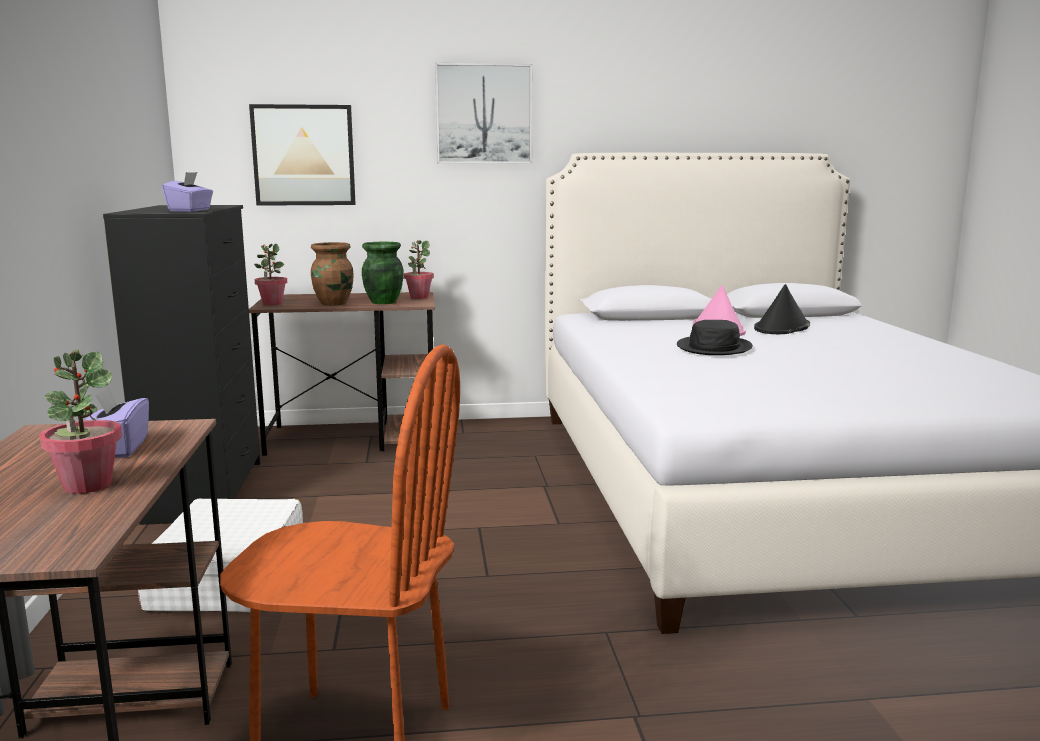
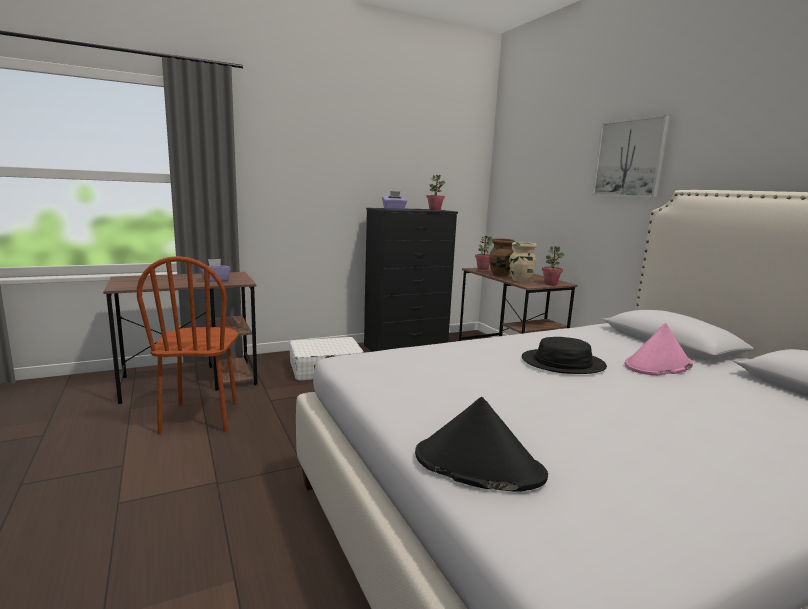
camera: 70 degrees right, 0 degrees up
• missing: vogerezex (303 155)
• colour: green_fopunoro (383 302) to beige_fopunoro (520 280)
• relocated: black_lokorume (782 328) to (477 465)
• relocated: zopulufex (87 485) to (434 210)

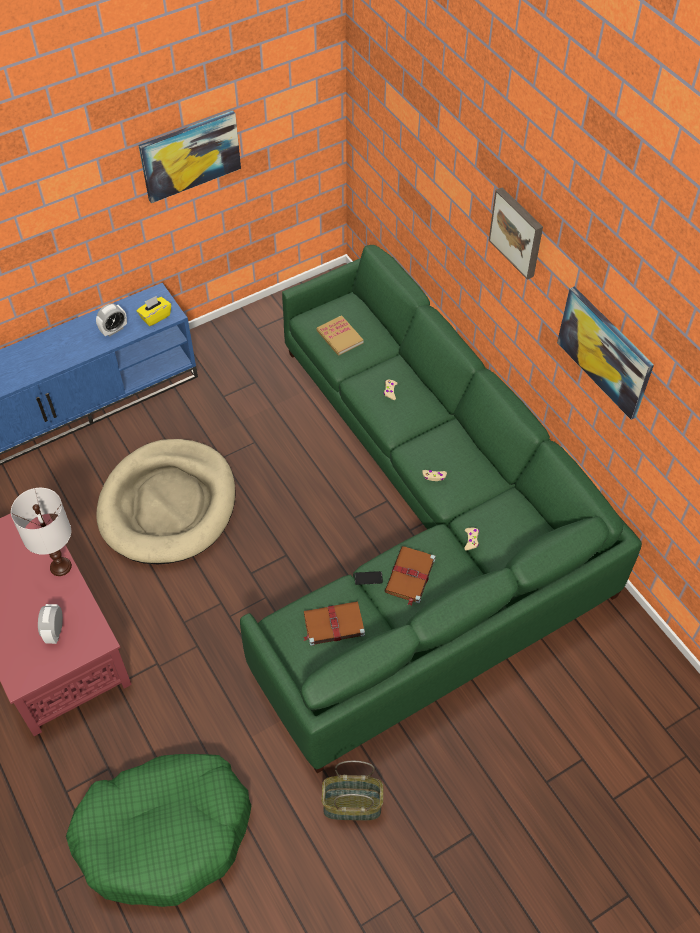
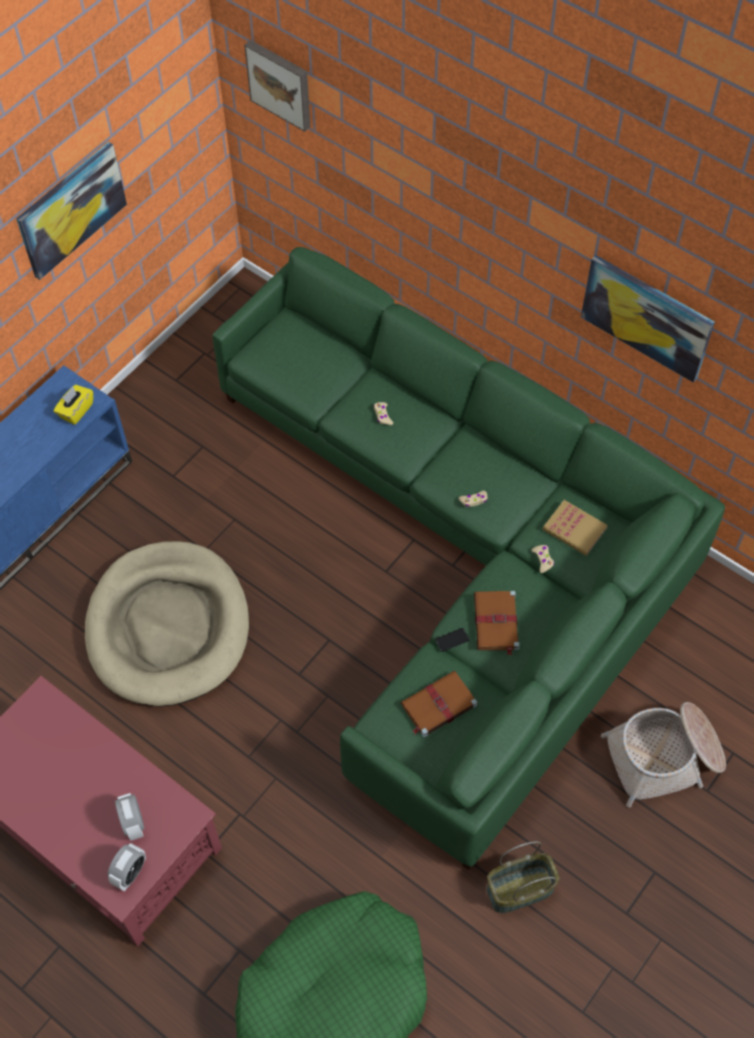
camera: 20 degrees left, 5 degrees up
• relocated: vogerezex (518 232) to (280 83)
• relocated: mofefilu (114 330) to (130 873)
• relocated: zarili (339 337) to (574 529)
• missing: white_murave (61 566)
• appeared: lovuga (665 758)

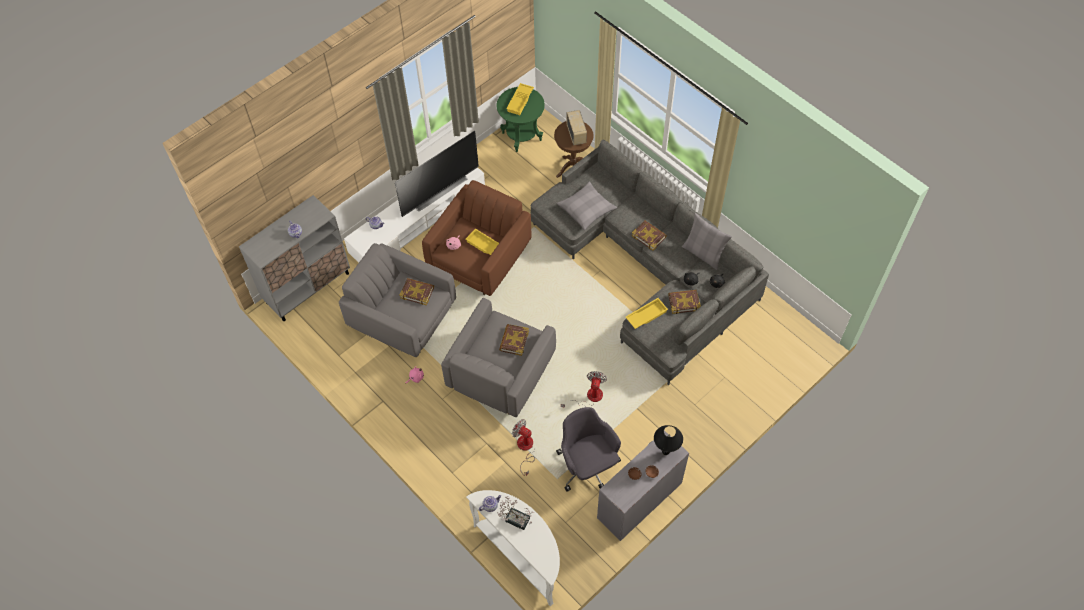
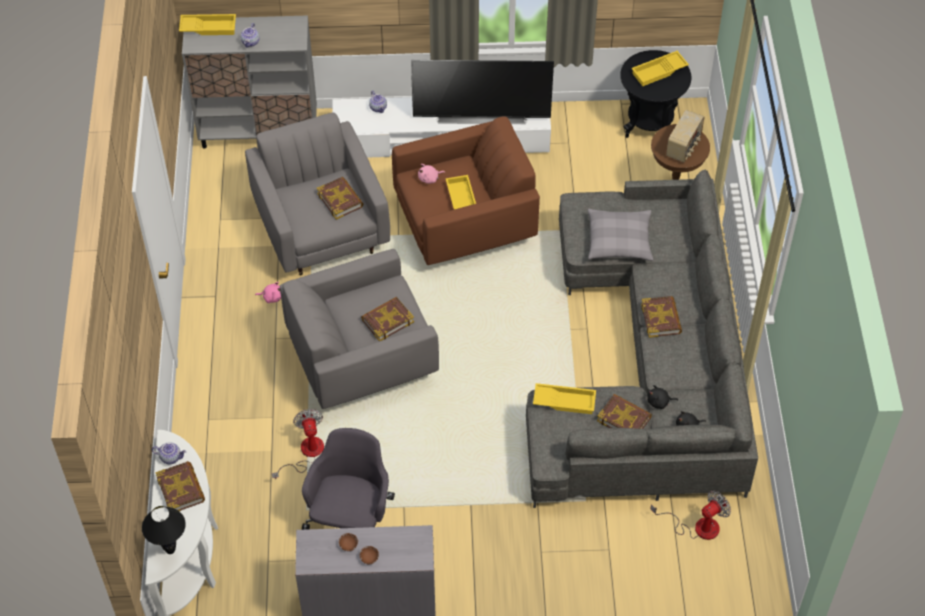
camera: 40 degrees right, 5 degrees down
• colour: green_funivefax (522 137) to black_funivefax (649 125)
• missing: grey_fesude (703 254)
• relocated: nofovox (589 397) to (697 526)
• relocated: black_murave (665 452) to (171 550)
• exchanged: zopulufex (515 518) to zarili (181 489)
• appeared: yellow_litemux (209 27)

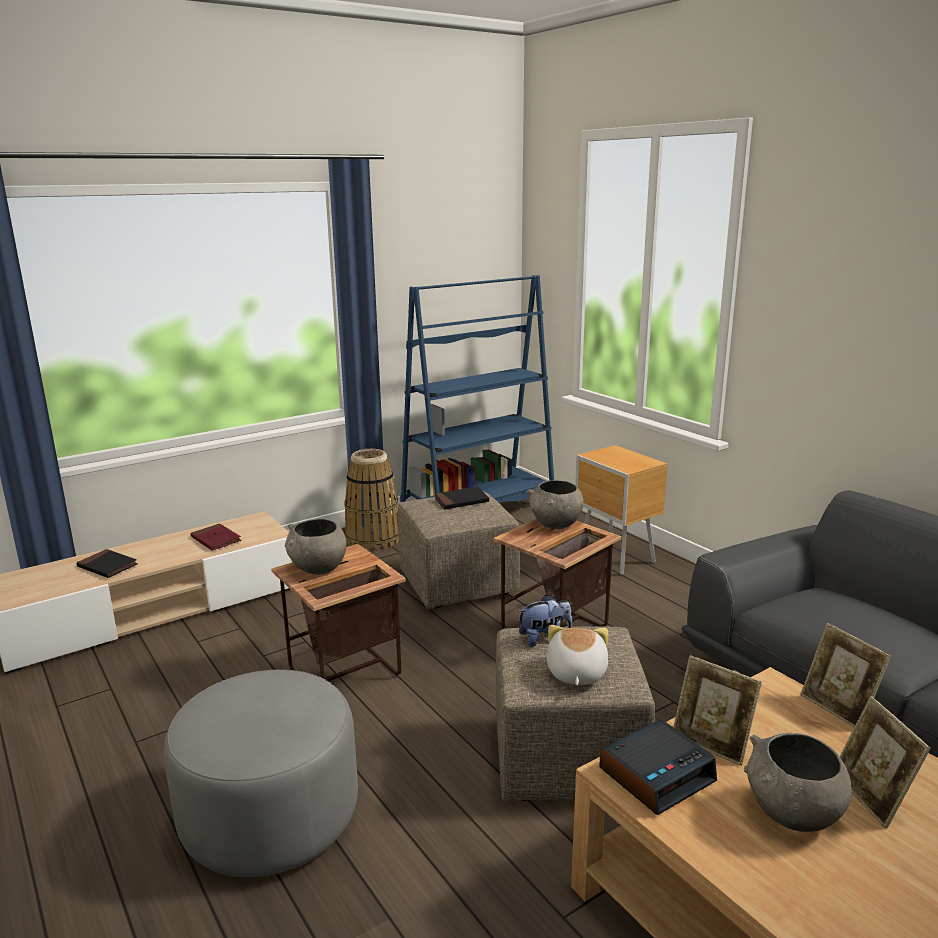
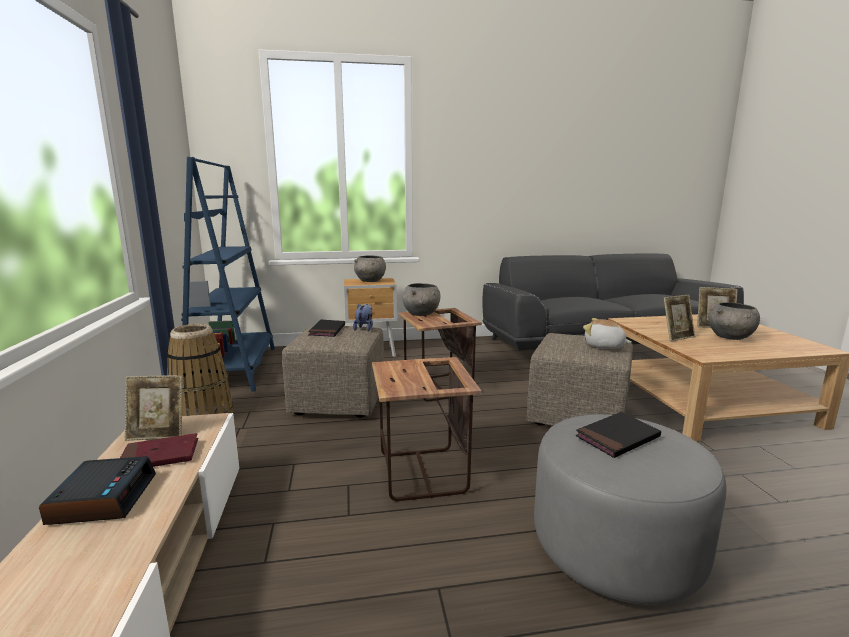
camera: 65 degrees left, 5 degrees down
• relocated: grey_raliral (318 569) to (370 281)
• relocated: black_zarili (107 566) to (617 438)
• relocated: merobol (544 638) to (364 328)
• relocated: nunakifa (838 709) to (158 434)
• relocated: mofefilu (656 774) to (103 498)

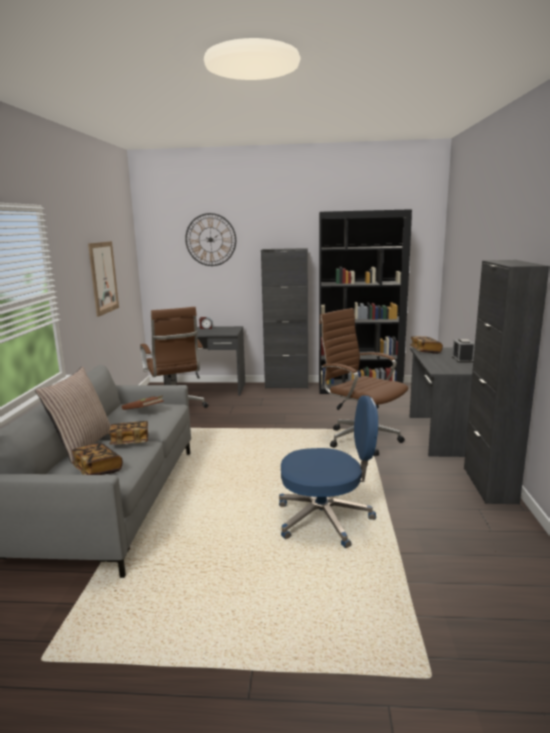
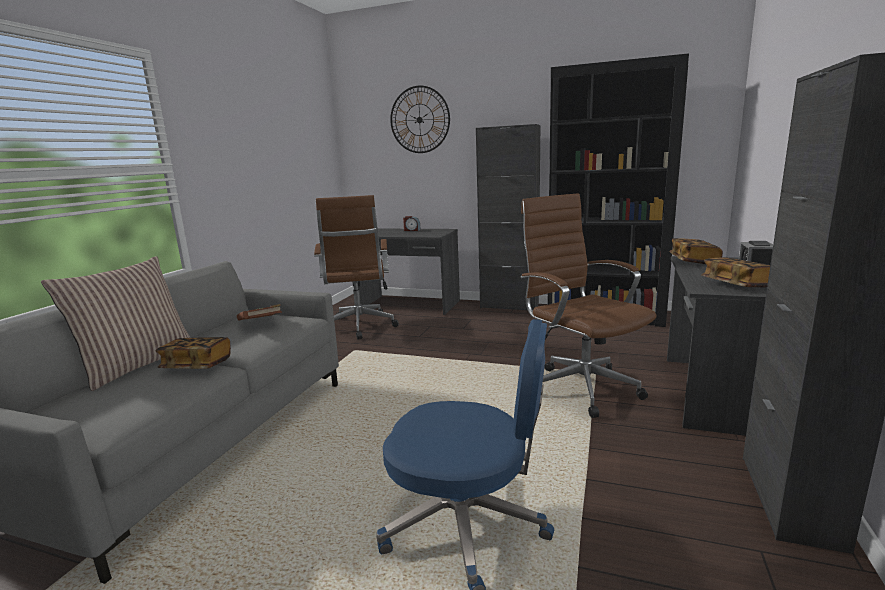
camera: 15 degrees right, 0 degrees up
• missing: vogerezex (103 277)
• relocated: zarili (97 469) to (735 285)

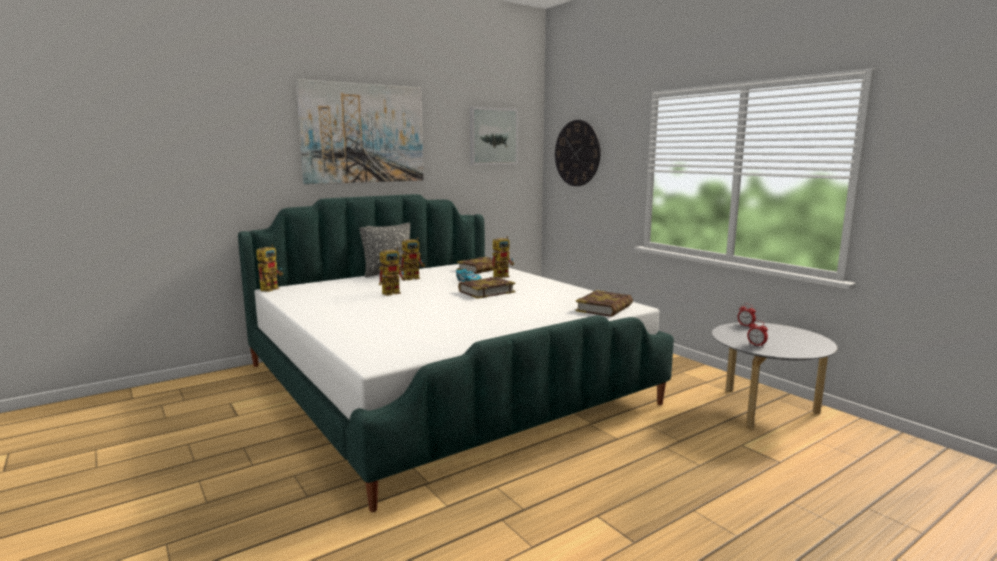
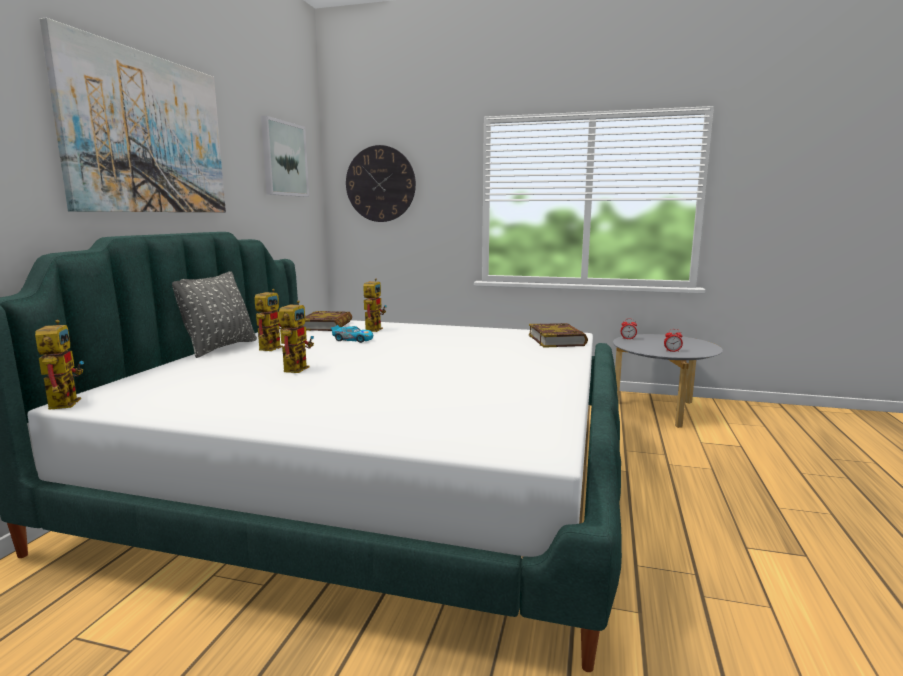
camera: 40 degrees left, 0 degrees up
• missing: zarili (486 291)

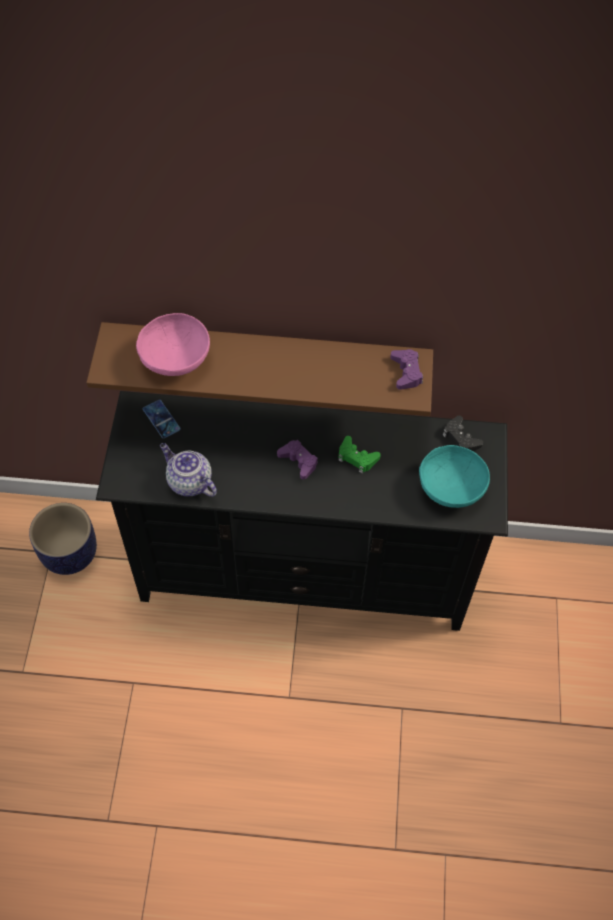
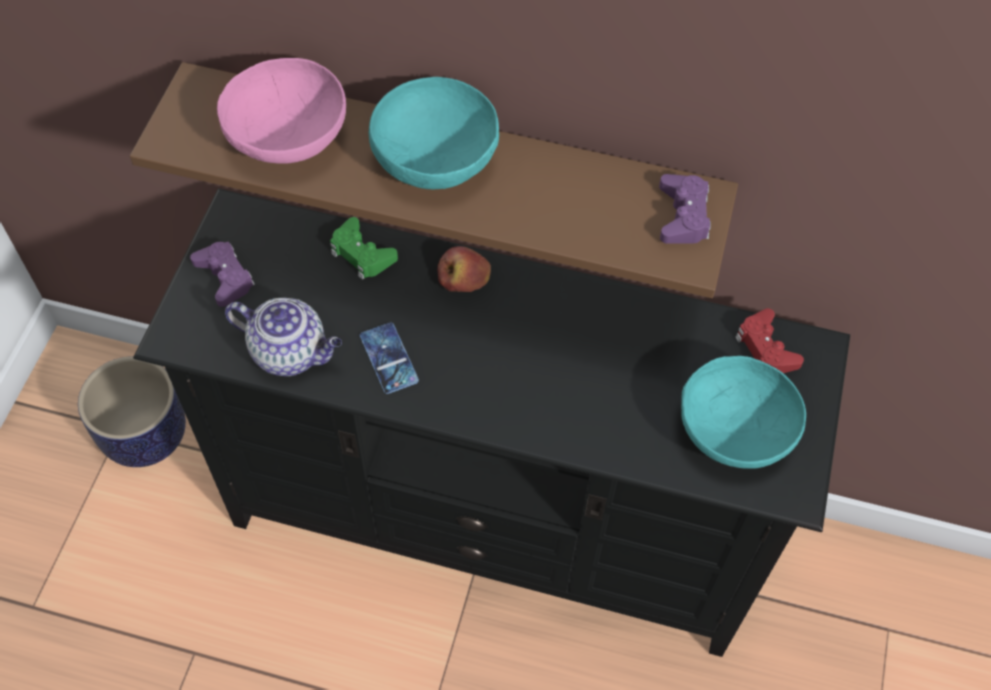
camera: 10 degrees right, 0 degrees up
• relocated: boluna (161 419) to (389 358)
• colour: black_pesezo (460 439) to red_pesezo (765 348)
• relocated: green_pesezo (357 457) to (362 254)
• relocated: purple_pesezo (298 461) to (225 277)
• spun: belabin (188 482) = (291 352) 150 degrees clockwise
• appeared: turquoise_raliral (436 159)
• appeared: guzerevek (463 278)

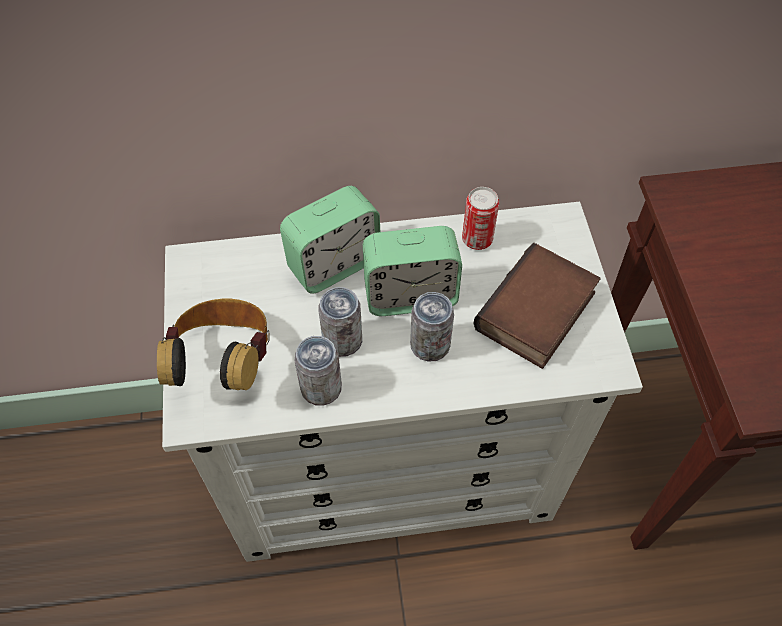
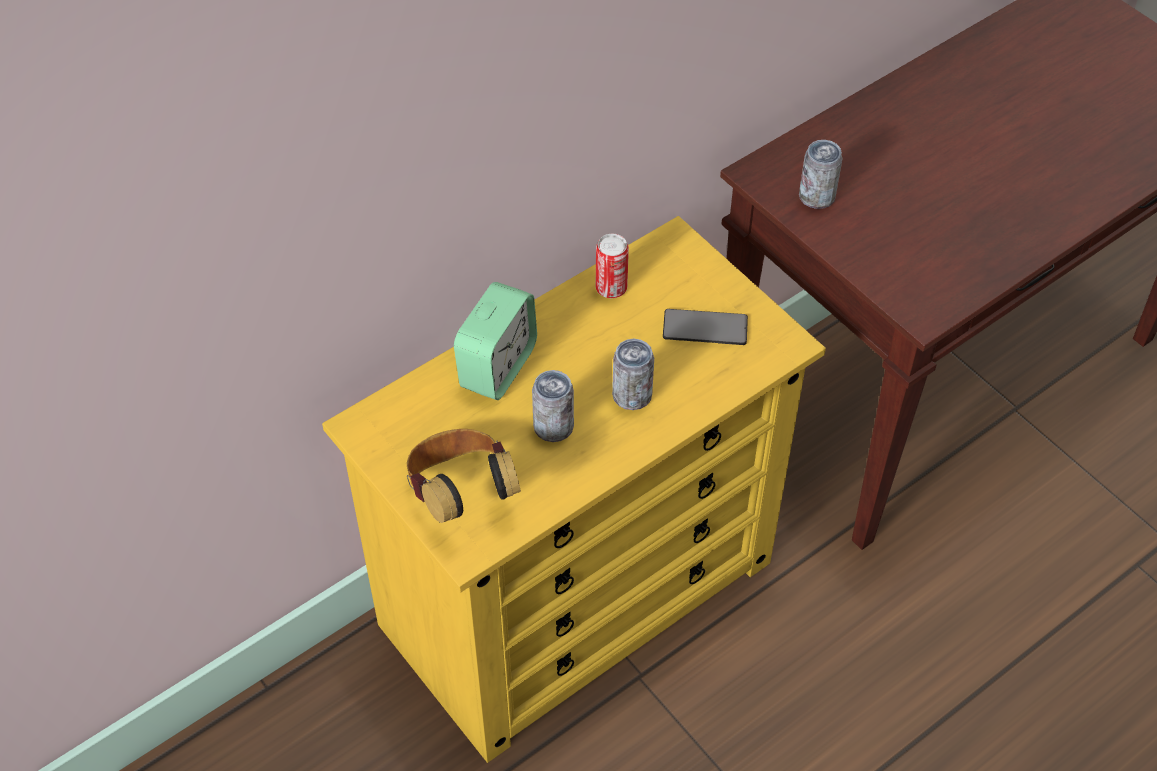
camera: 30 degrees left, 5 degrees down
• colour: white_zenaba (392 465) to yellow_zenaba (579 593)
• missing: mofefilu (410 295)
• exchanged: zarili (537 314) to boluna (705 328)
• relocated: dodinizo (321 388) to (816 197)

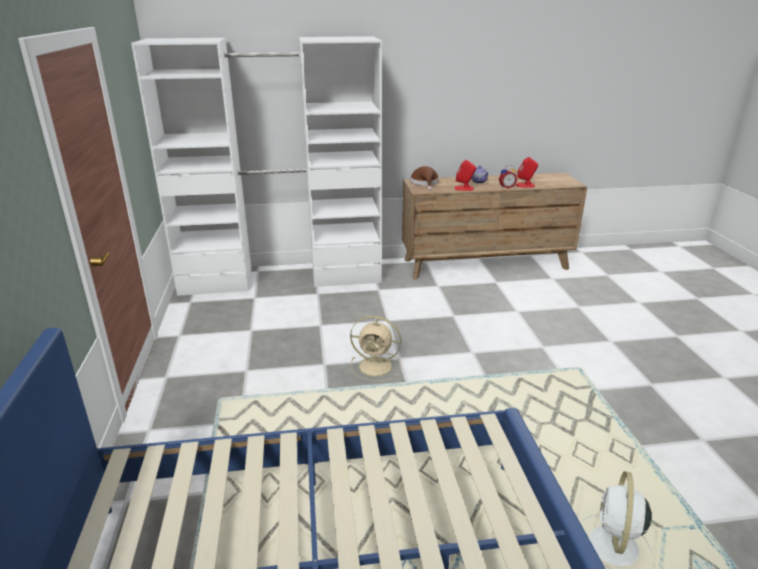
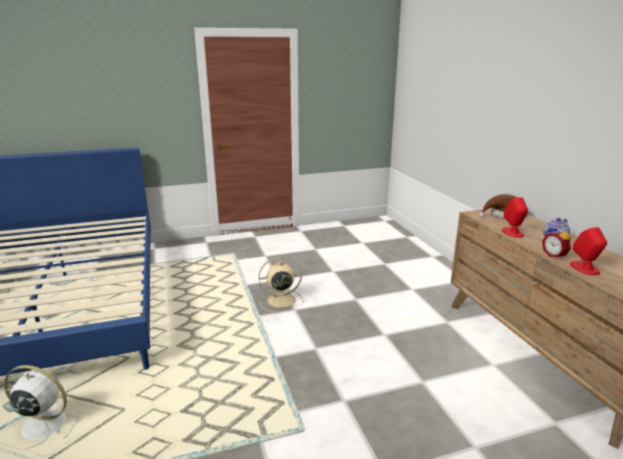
camera: 80 degrees right, 5 degrees down
• missing: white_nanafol (282 277)
• spun: beige_nofovox (377 366) = (279 300) 75 degrees clockwise

